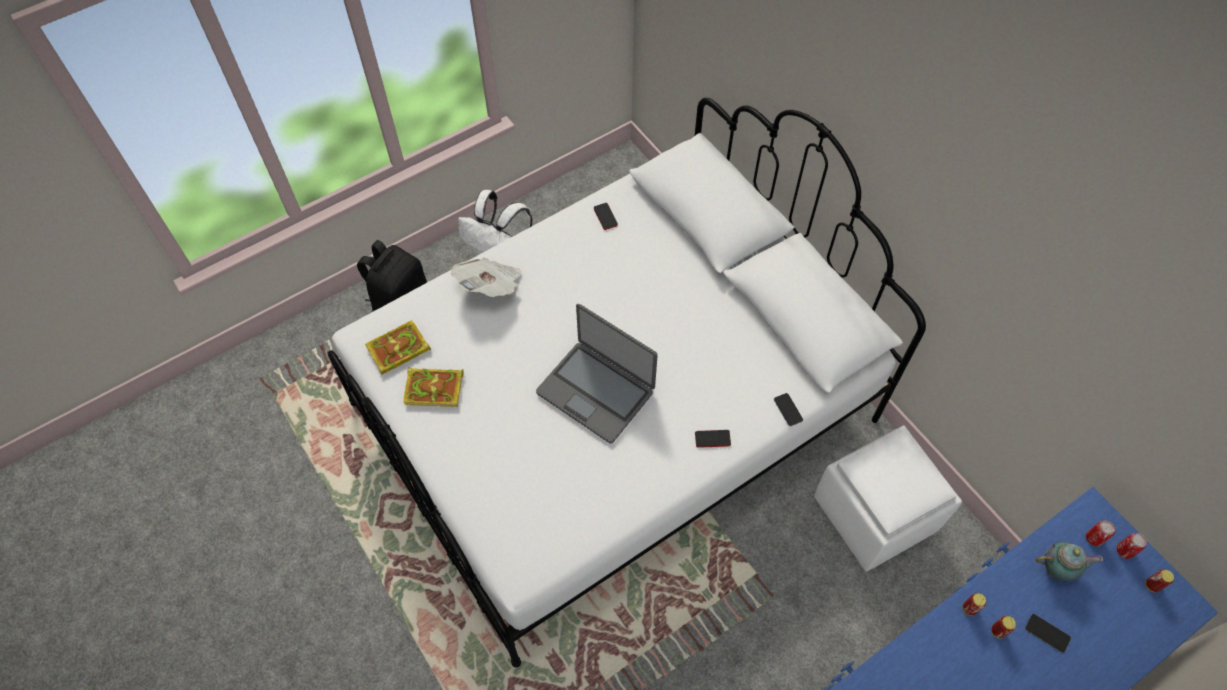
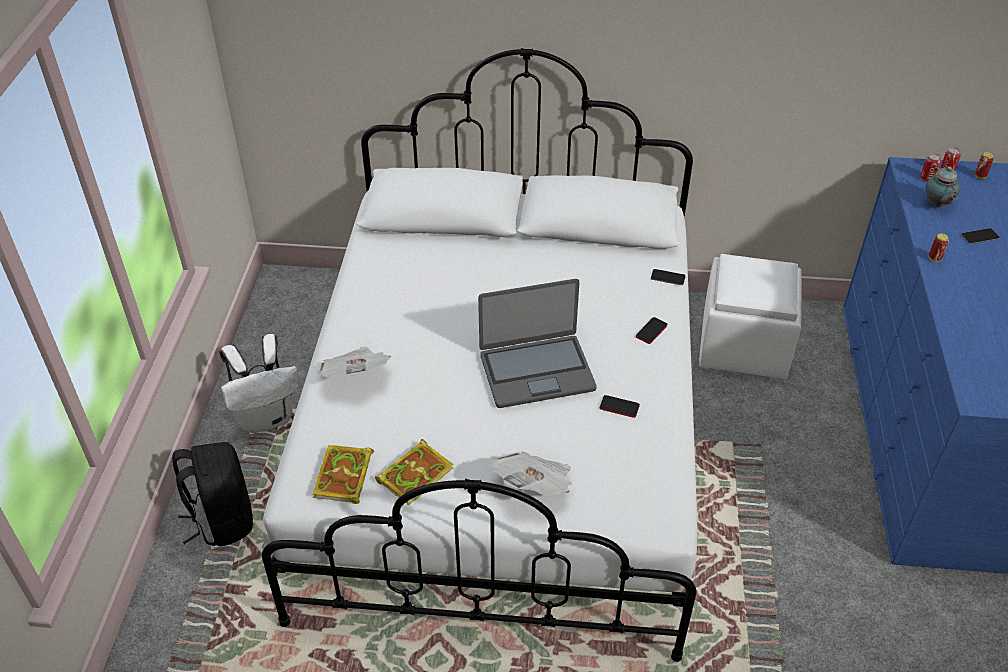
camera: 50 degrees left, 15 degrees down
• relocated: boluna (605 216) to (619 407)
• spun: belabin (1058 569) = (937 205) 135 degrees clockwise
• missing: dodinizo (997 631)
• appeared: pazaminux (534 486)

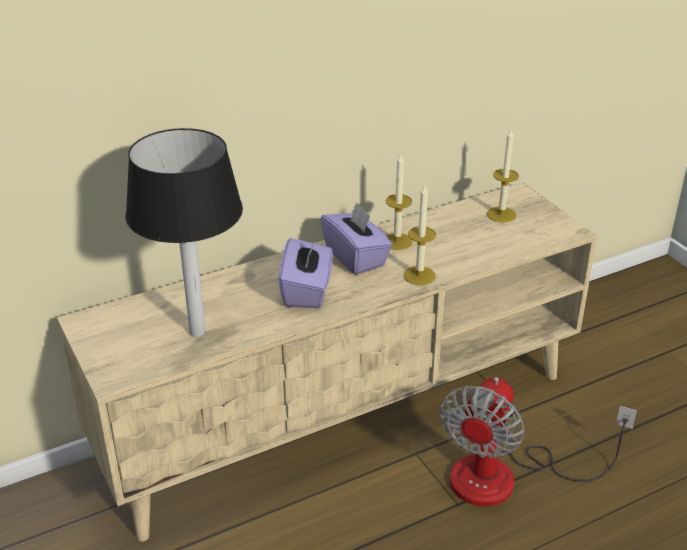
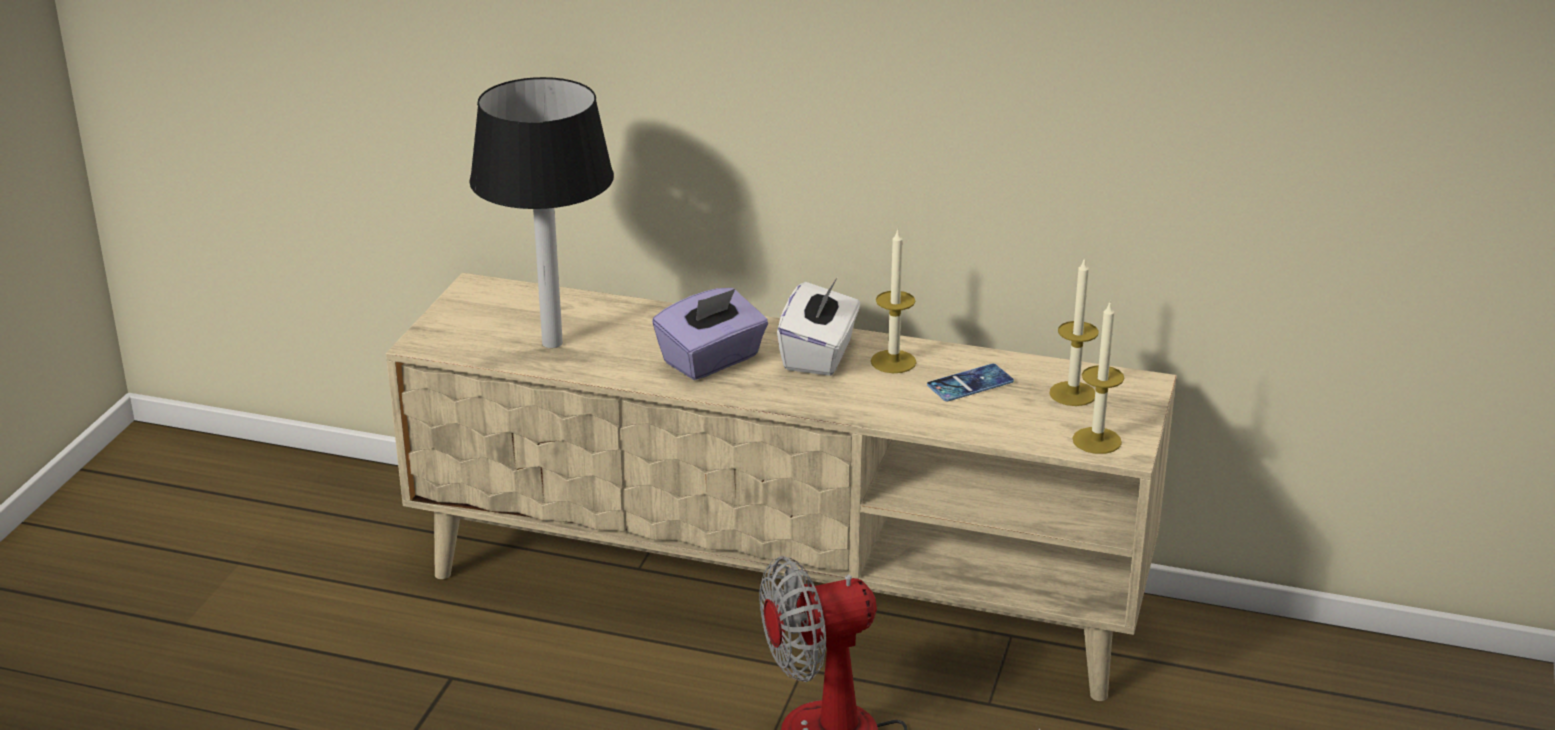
camera: 45 degrees right, 5 degrees down
• relocated: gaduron (419 275) to (1097 440)
• colour: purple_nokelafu (356 257) to white_nokelafu (819 355)
• appeared: boluna (970 383)

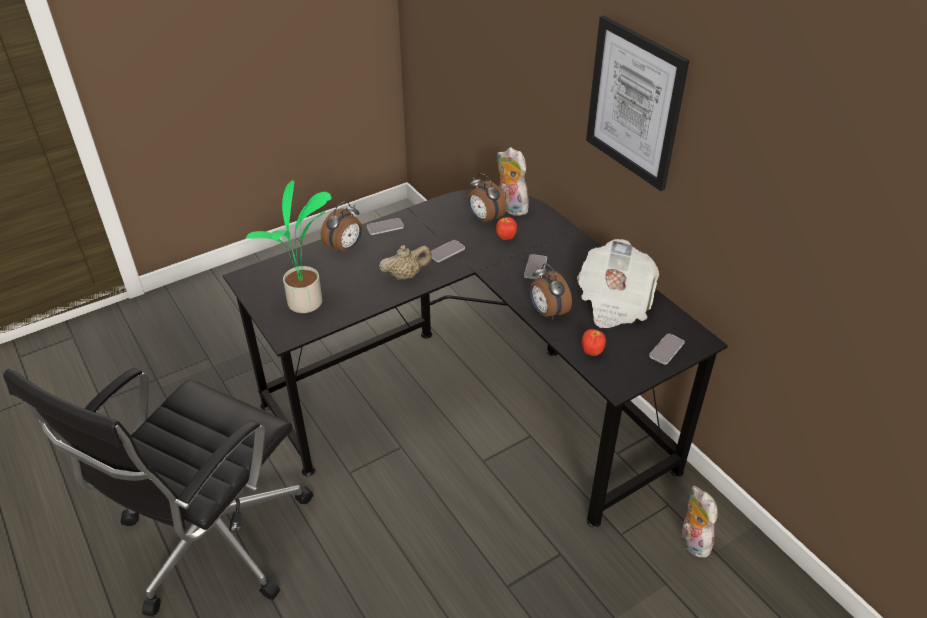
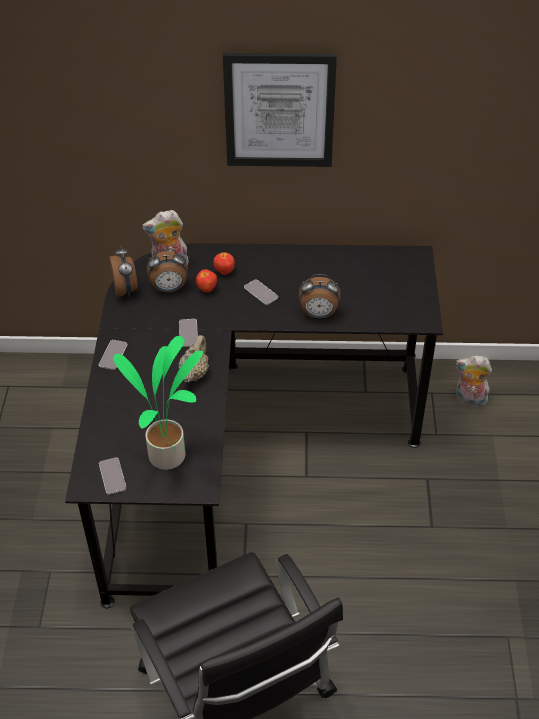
camera: 55 degrees left, 5 degrees up
• relocated: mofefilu (345 248) to (126 290)
• missing: pazaminux (614 302)
• relocated: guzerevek (591 352) to (224 272)
• relocated: boluna (666 349) to (112 476)

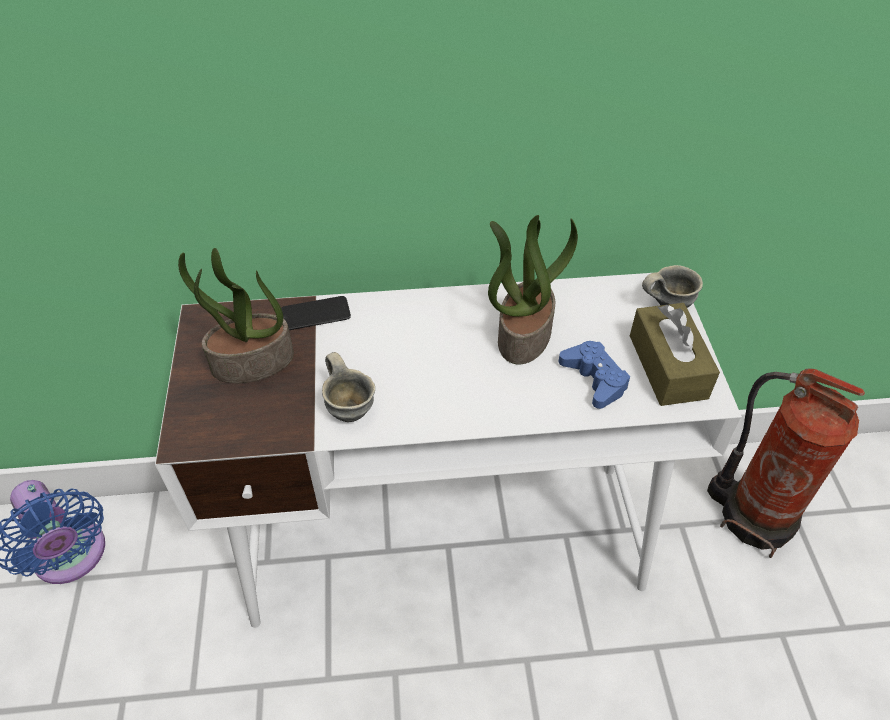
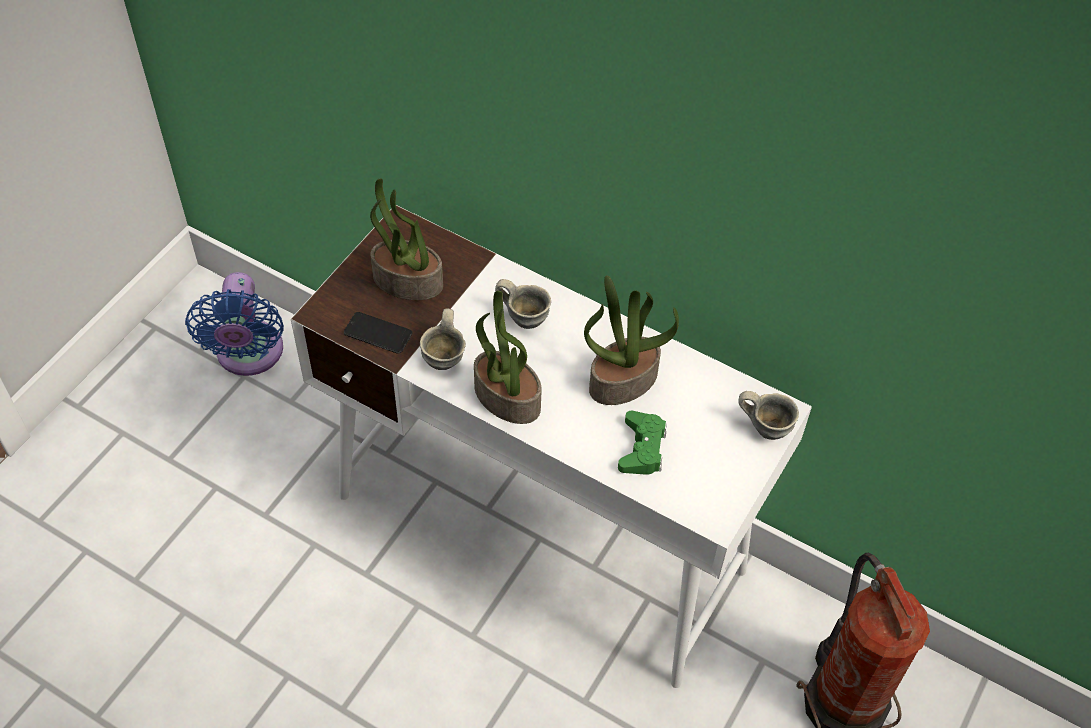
camera: 35 degrees right, 5 degrees up
• relocated: boluna (315 314) to (378 333)
• missing: brown_nokelafu (667 366)
• colour: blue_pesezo (594 379) to green_pesezo (642 448)
• appeared: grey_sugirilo (525 317)
• appeared: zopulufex (505 398)

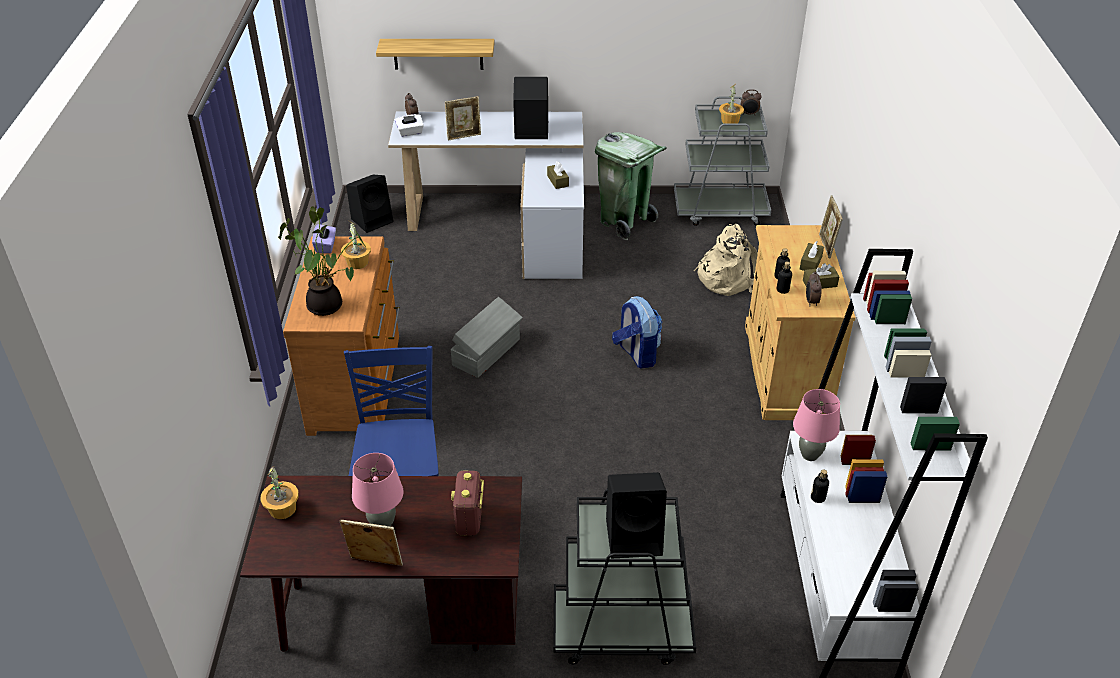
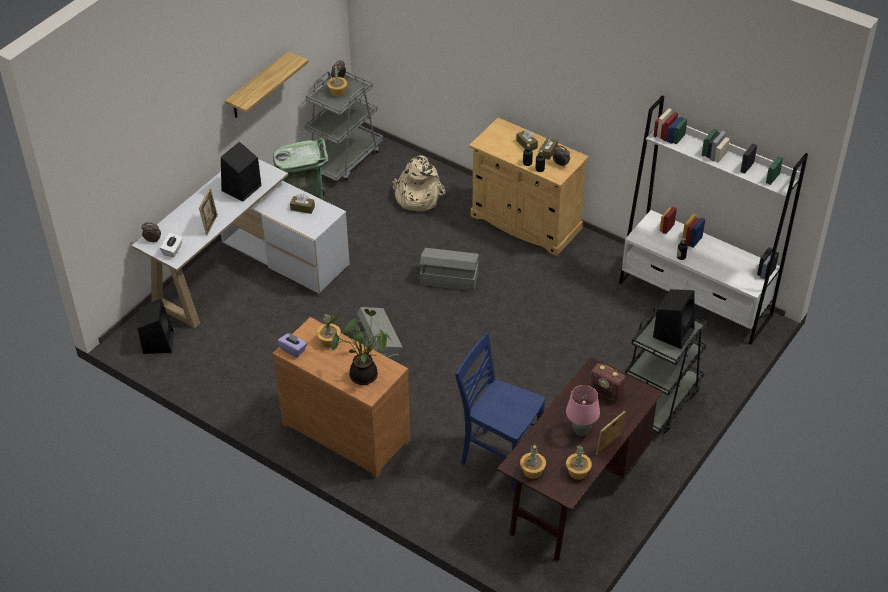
camera: 55 degrees left, 5 degrees up
• relocated: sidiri (438 54) to (258 86)
• missing: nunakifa (826 246)
• exchanged: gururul (636 354) to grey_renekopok (448 278)
• missing: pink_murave (809 455)
• appeared: zopulufex (578 472)

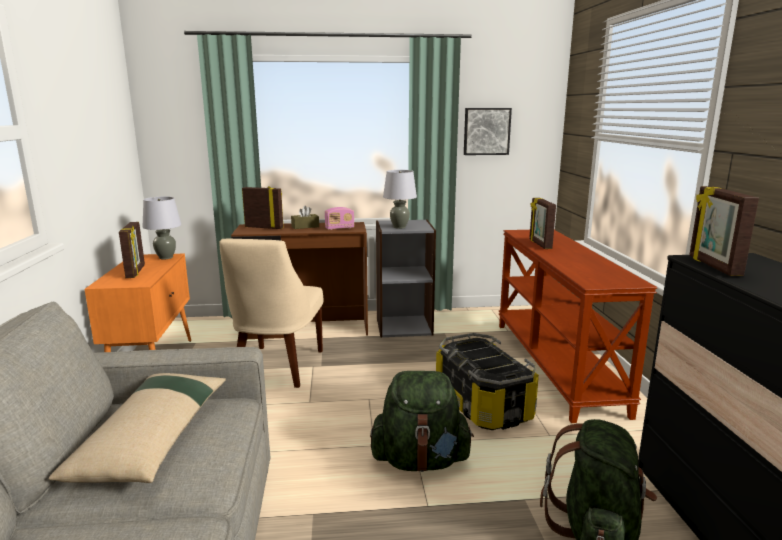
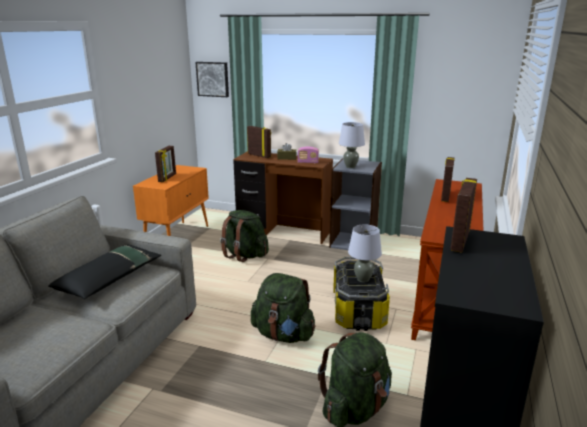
camera: 25 degrees right, 5 degrees up
• relocated: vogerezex (486 131) to (213 79)
• relocated: grey_murave (166 257) to (363 279)
• exchanged: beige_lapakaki (277 368) to green_gururul (245 255)
• colour: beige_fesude (154 438) to black_fesude (110 278)

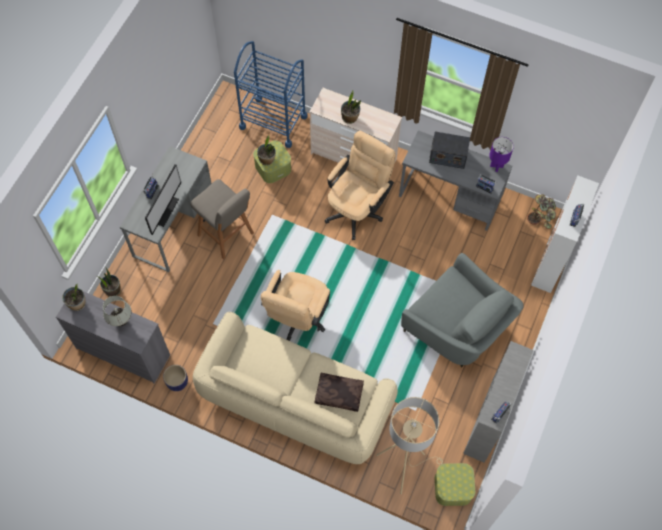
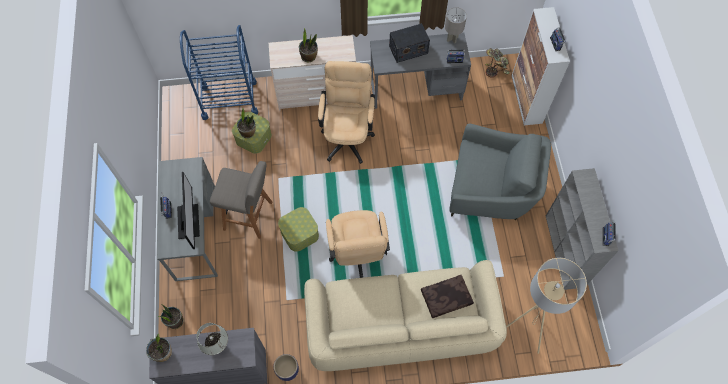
camera: 30 degrees left, 0 degrees up
• colour: purple_murave (496 166) to grey_murave (452 39)
• relocated: renekopok (453 487) to (299 233)

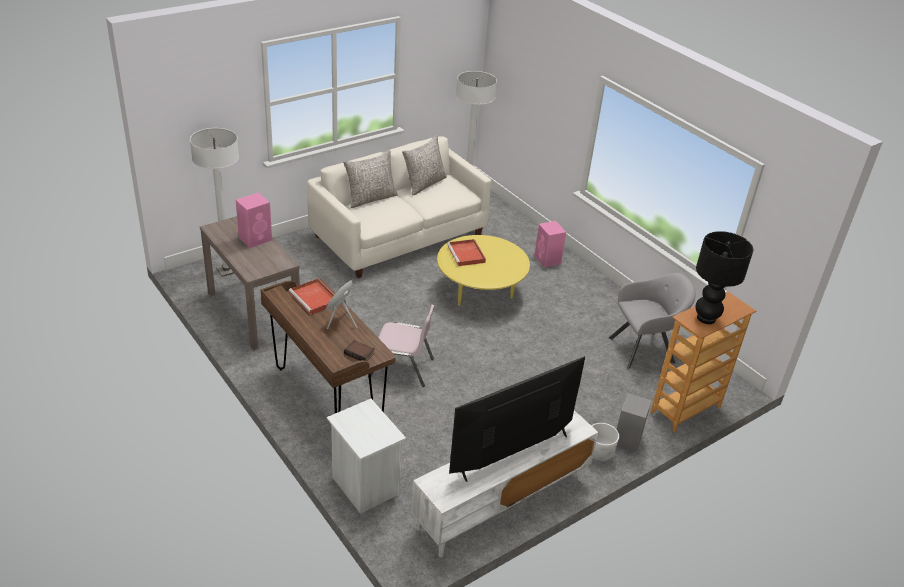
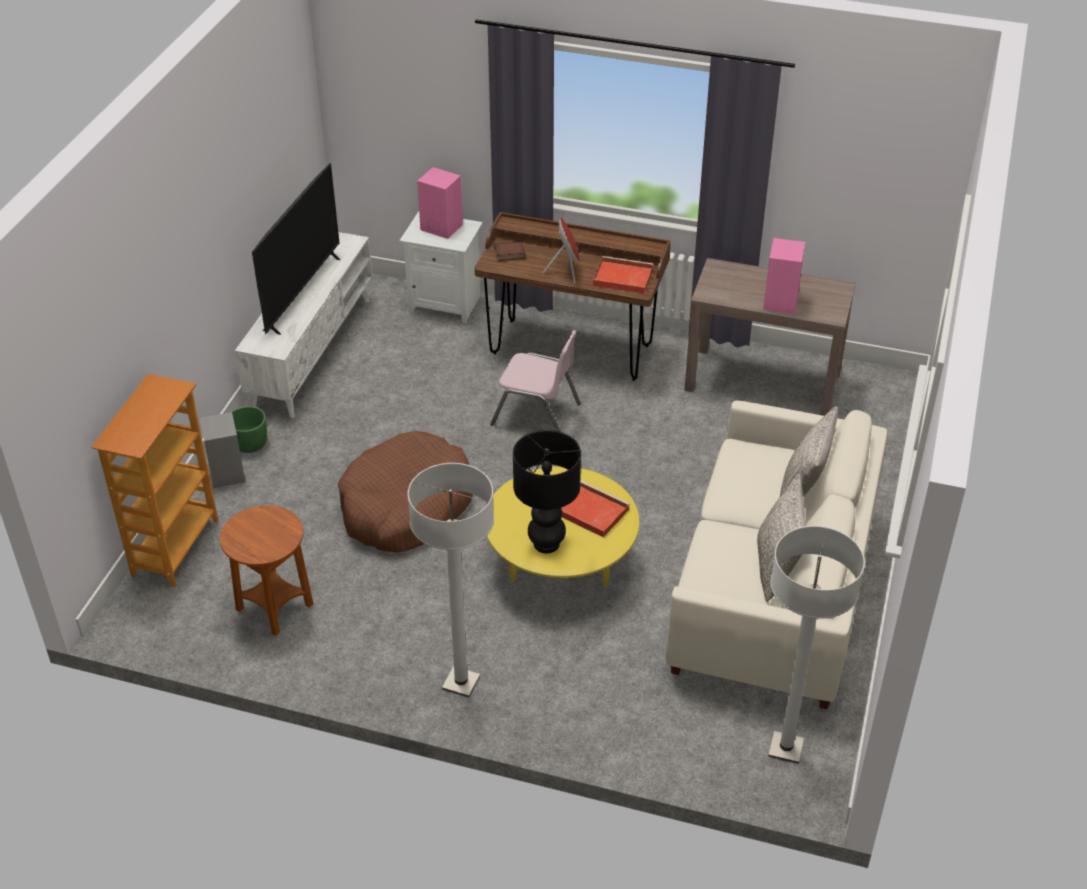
camera: 145 degrees right, 5 degrees up
• relocated: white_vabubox (226 270) to (461 683)
• relocated: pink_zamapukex (547 260) to (440 227)
• relocated: black_murave (706 318) to (547 544)
• exchanged: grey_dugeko (644 349) to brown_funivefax (274 607)
• spun: pink_lapakaki (402 368) = (536 414) 135 degrees counterclockwise
• colour: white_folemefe (599 452) to green_folemefe (250 443)
• appeared: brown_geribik (406 507)

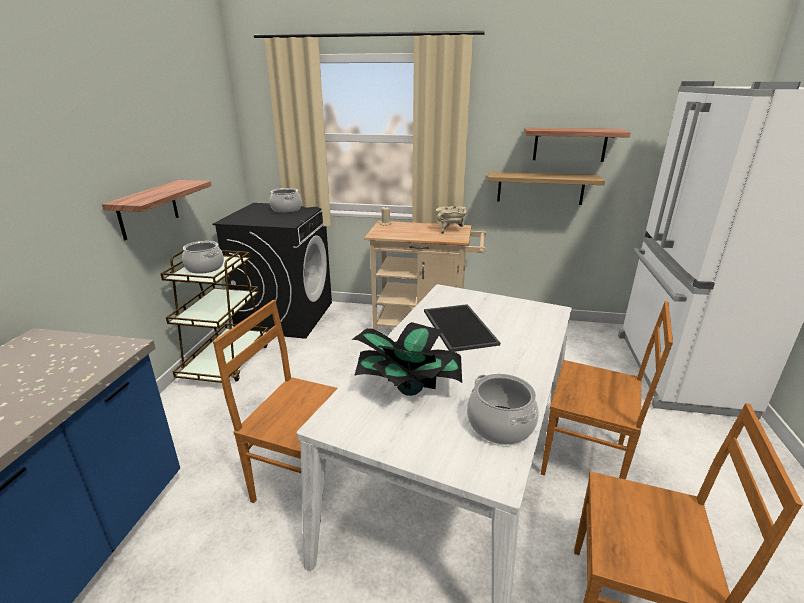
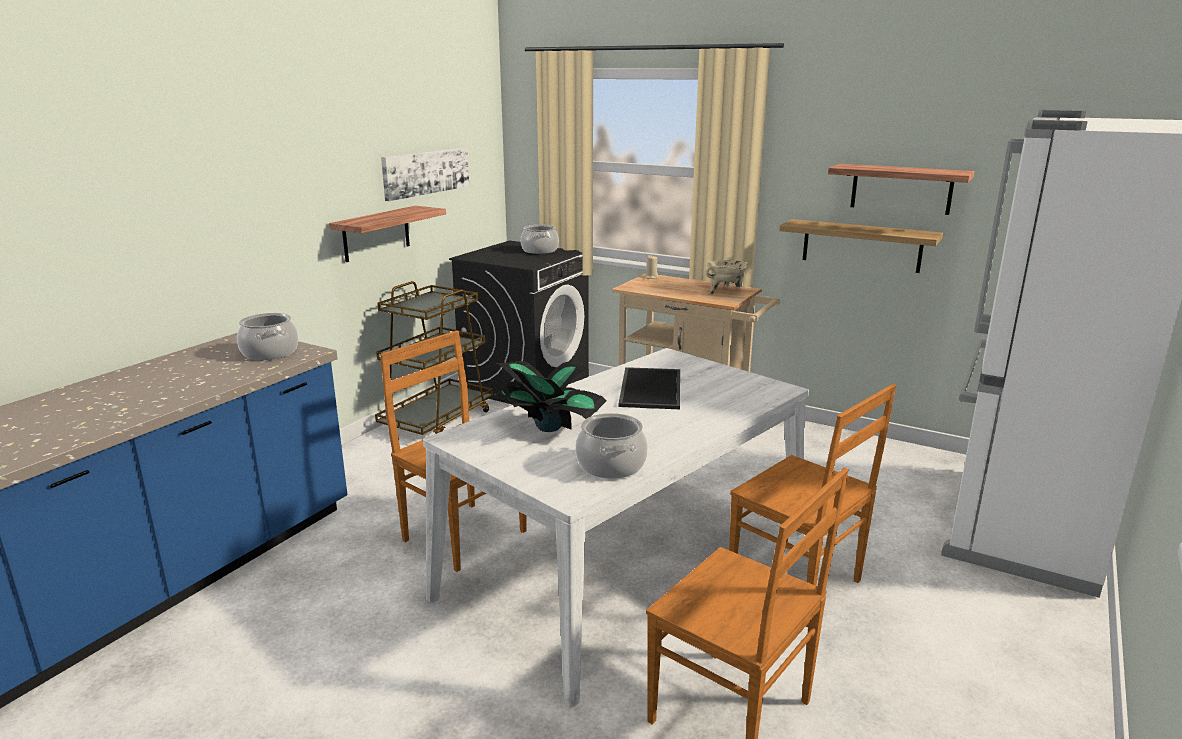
camera: 20 degrees right, 5 degrees down
• relocated: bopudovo (205 268) to (270 352)
• appeared: vogerezex (425 172)

